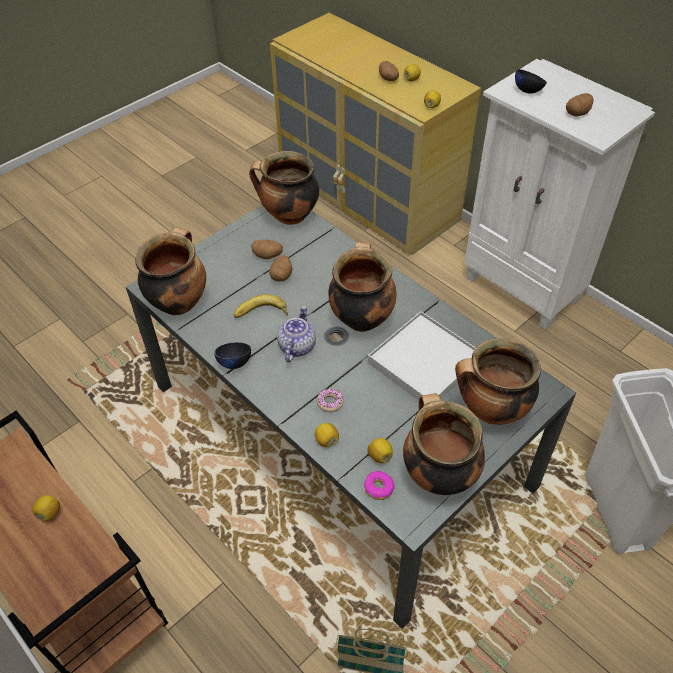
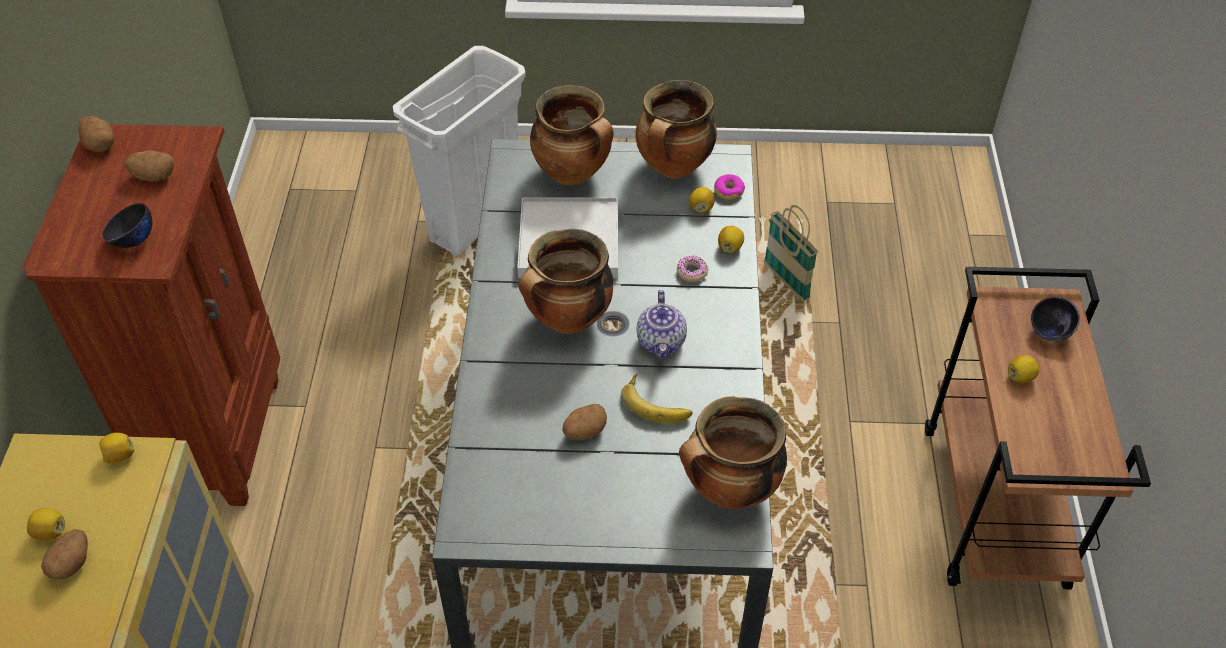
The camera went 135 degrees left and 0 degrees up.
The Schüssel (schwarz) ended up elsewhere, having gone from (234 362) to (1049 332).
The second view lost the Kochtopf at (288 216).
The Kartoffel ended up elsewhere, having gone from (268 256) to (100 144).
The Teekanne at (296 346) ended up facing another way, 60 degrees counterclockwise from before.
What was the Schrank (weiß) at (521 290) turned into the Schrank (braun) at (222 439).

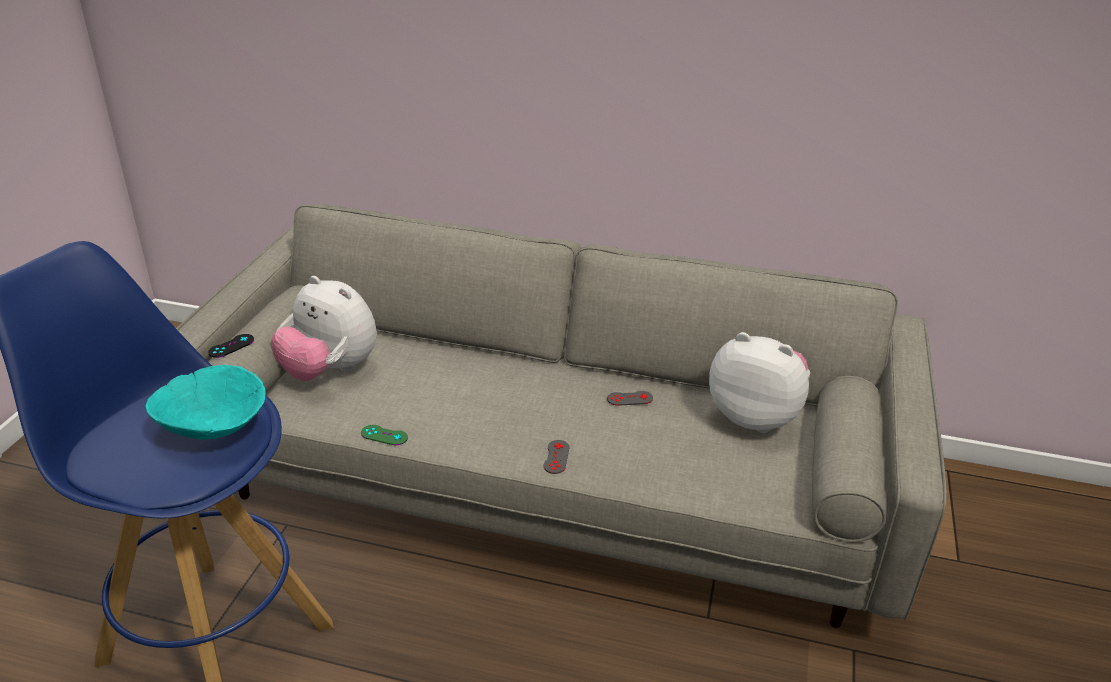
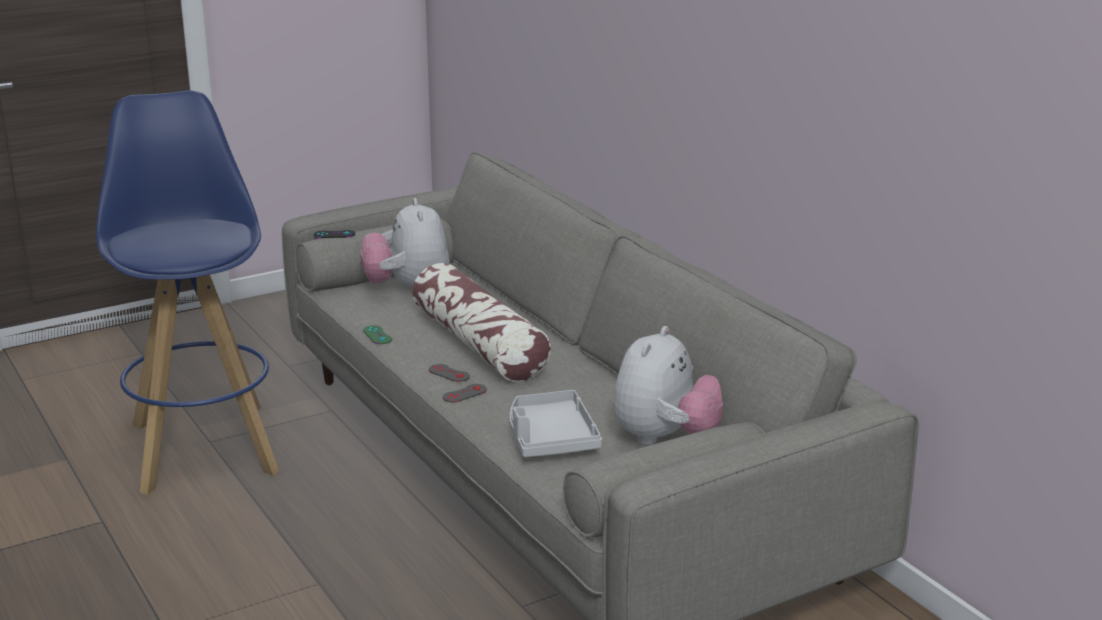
The camera went 45 degrees right and 10 degrees down.
The second view lost the Schüssel (türkis) at (212 427).
The Gamepad (grau) ended up elsewhere, having gone from (630 398) to (449 373).
The Plüschtier at (755 416) ended up facing another way, 45 degrees clockwise from before.
The second view gained the Kissen at (479 344).
The second view gained the Tablett (grau) at (550 438).

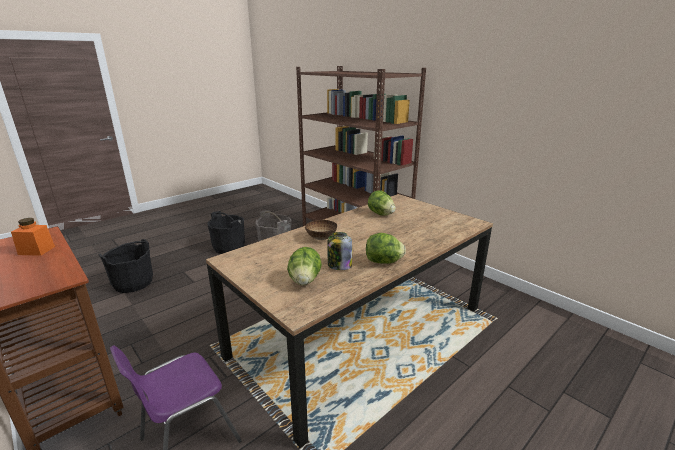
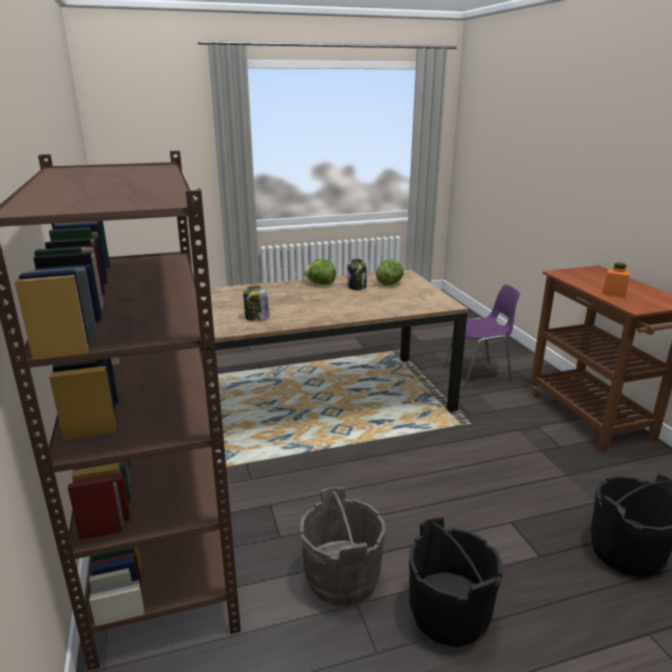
The camera went 155 degrees left and 0 degrees up.
The second view lost the Schüssel at (321 238).
Where the Salatkopf stood at (380 214), the Vorratsglas came to stand at (256 318).

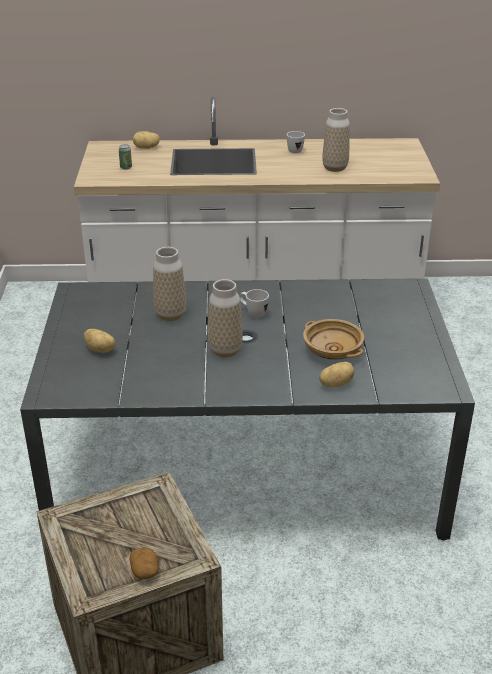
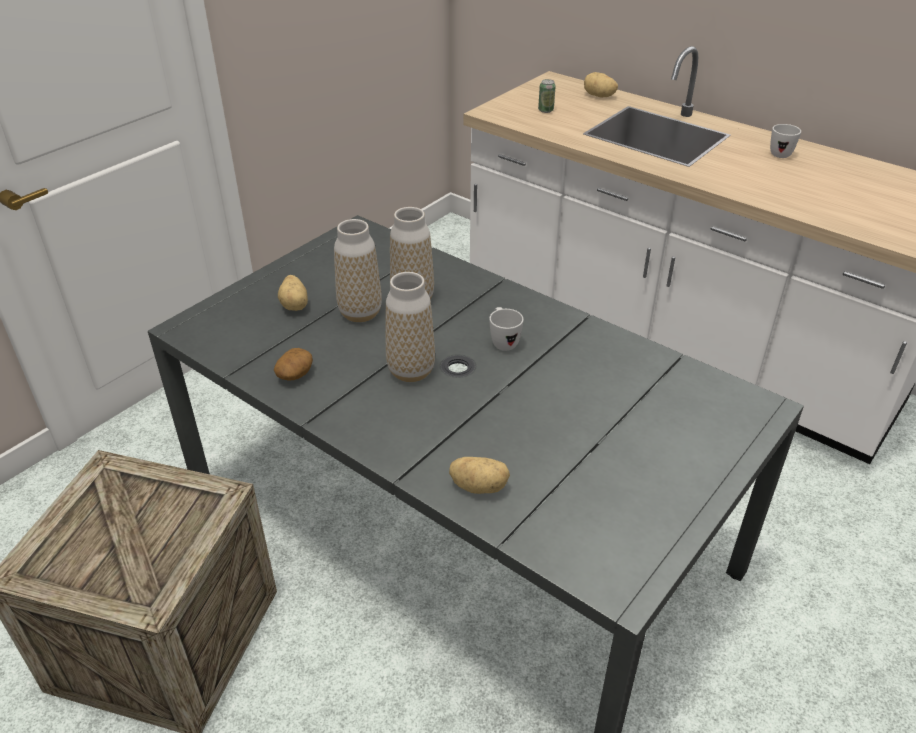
The camera went 40 degrees right and 5 degrees up.
The Kartoffel ended up elsewhere, having gone from (145 570) to (295 374).
The second view lost the Schüssel (beige) at (332 351).
The Vase ended up elsewhere, having gone from (335 168) to (360 313).

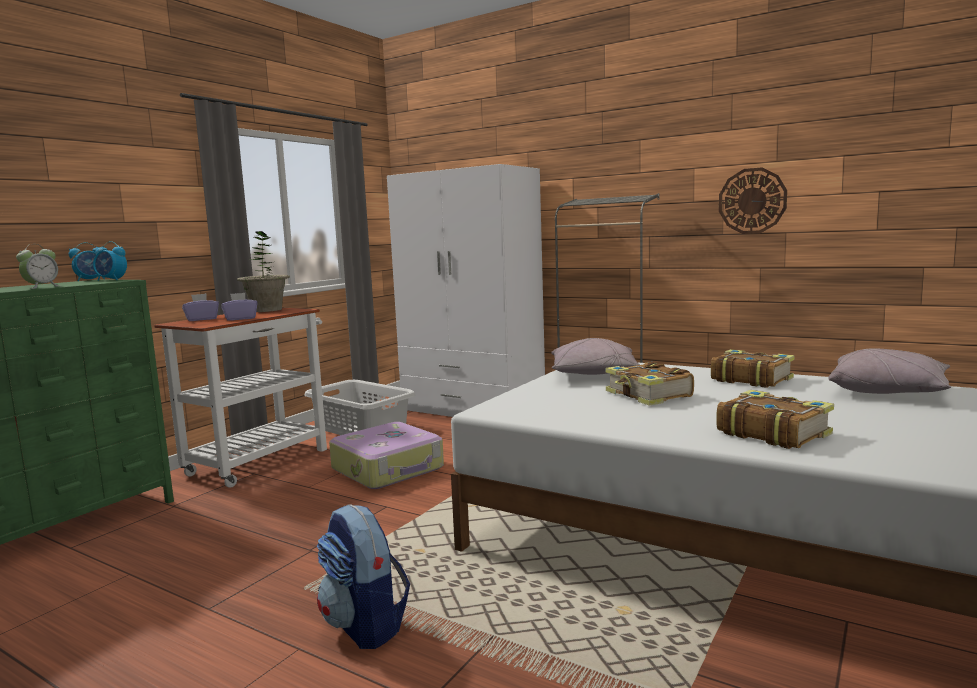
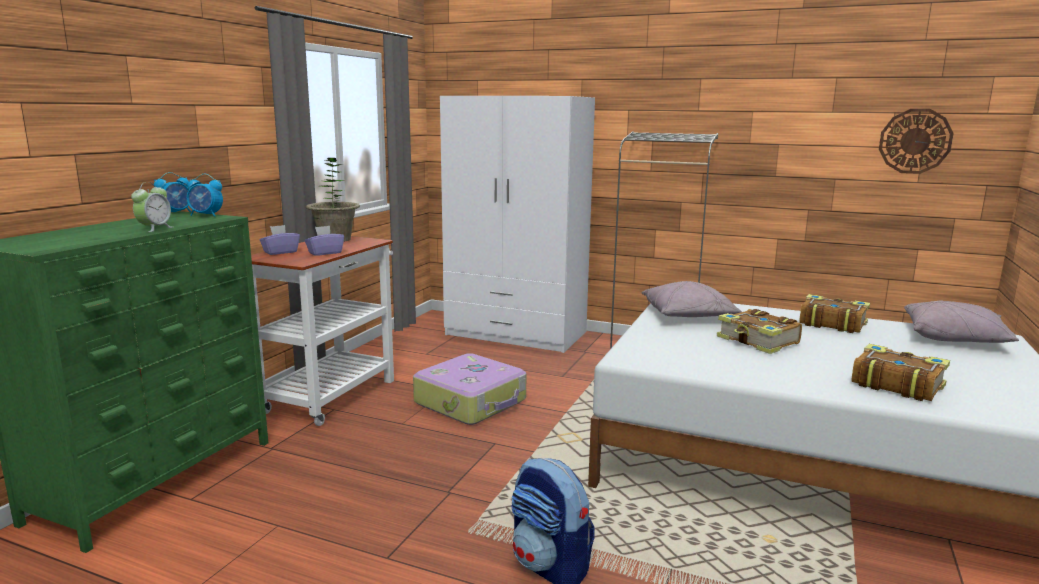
The camera went 10 degrees left and 5 degrees up.
The second view lost the Wäschekorb (grau) at (362 429).
The Wanduhr ended up elsewhere, having gone from (752 201) to (915 141).

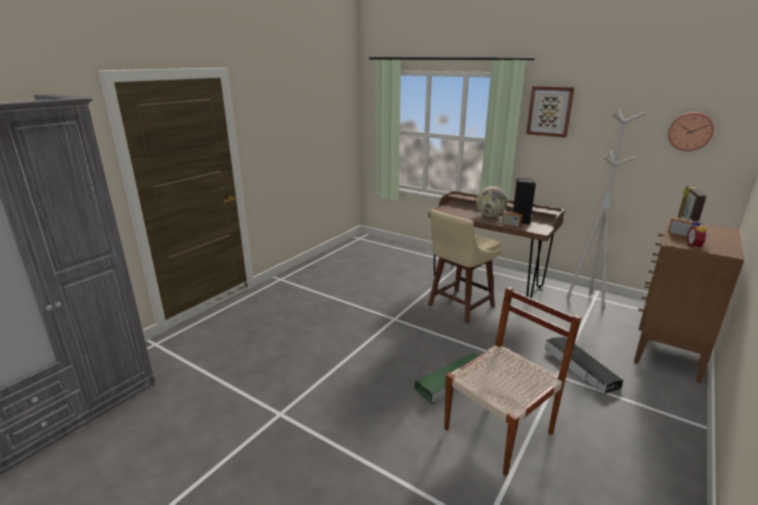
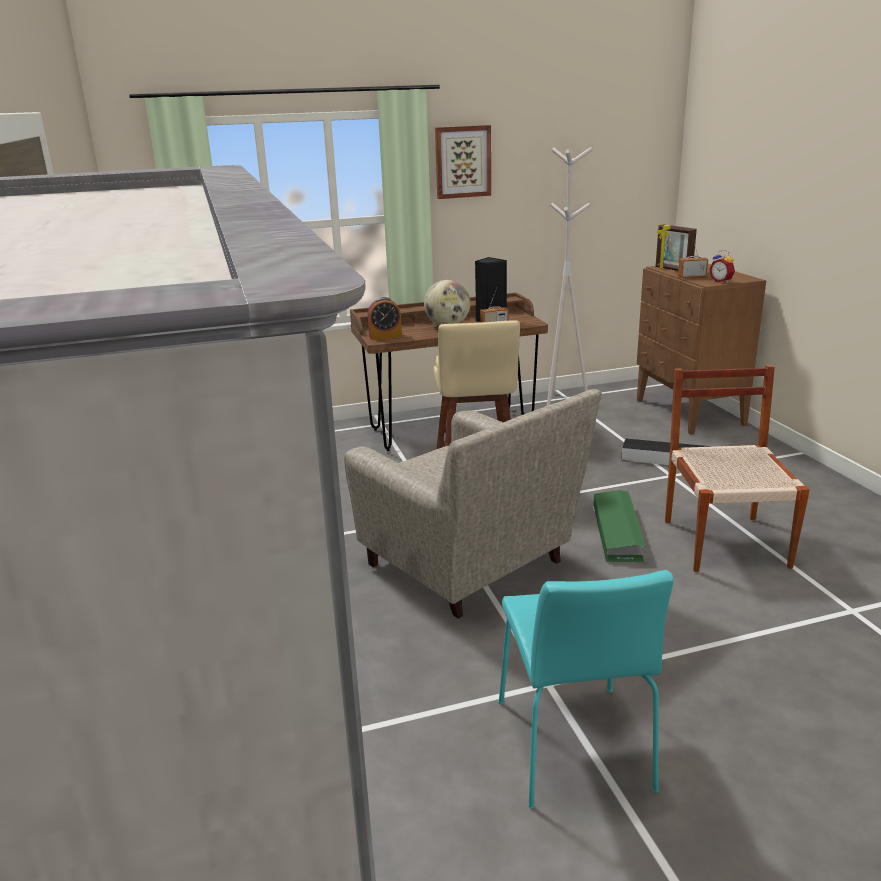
The camera went 50 degrees left and 0 degrees up.
The second view lost the Wanduhr at (690 131).
The second view gained the Sessel (beige) at (469 568).
The second view gained the Wecker at (385 336).
The second view gained the Stuhl (türkis) at (575 749).

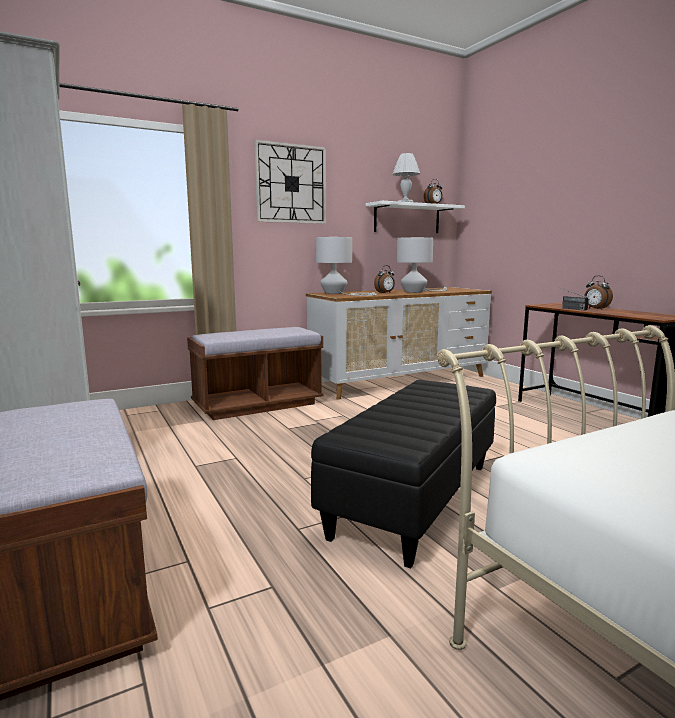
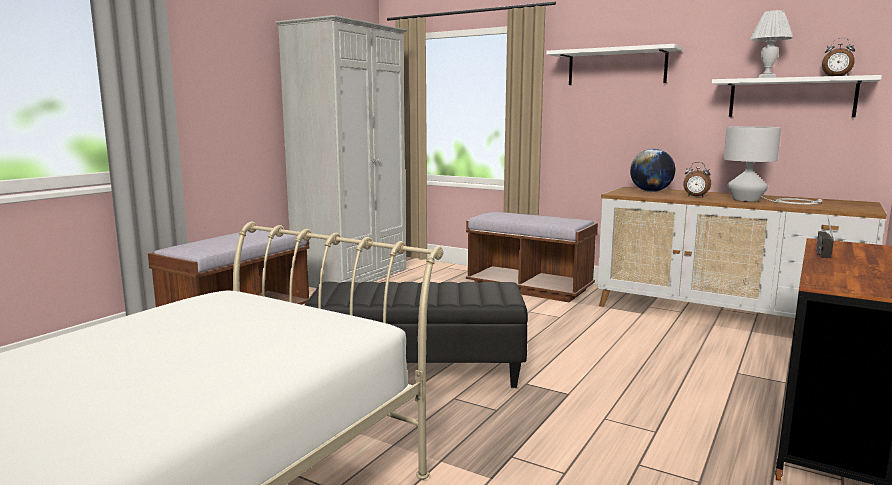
The camera went 60 degrees right and 0 degrees up.
Where the Wanduhr hung at (291 184), the Wandregal (weiß) came to hang at (616 67).
Where the Tischlampe (grau) stood at (345 293), the Globus came to stand at (651 191).
The second view lost the Wecker at (595 309).

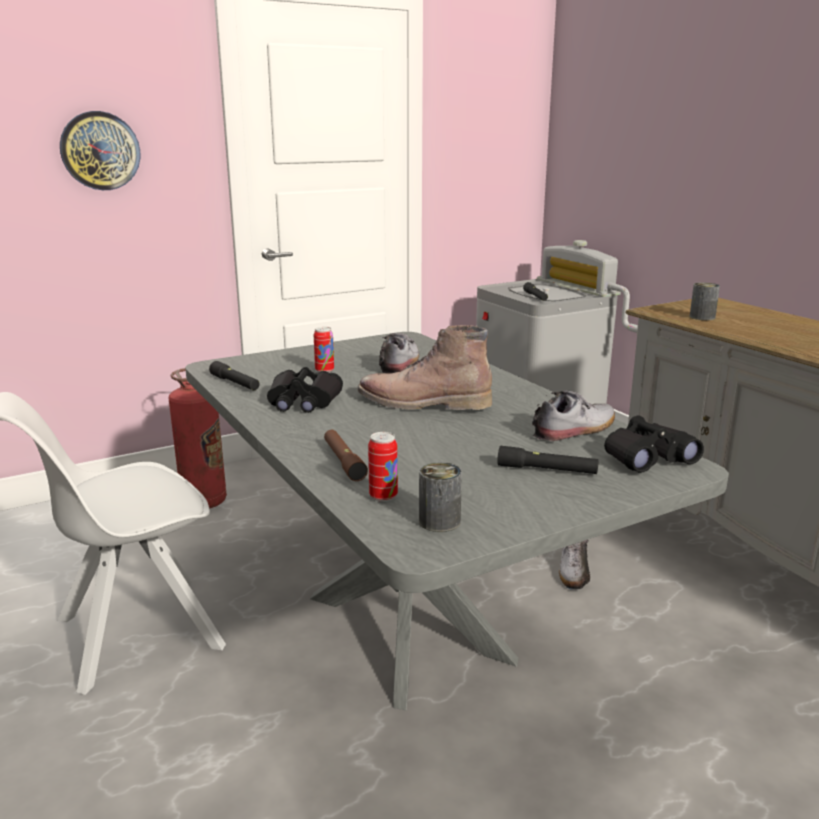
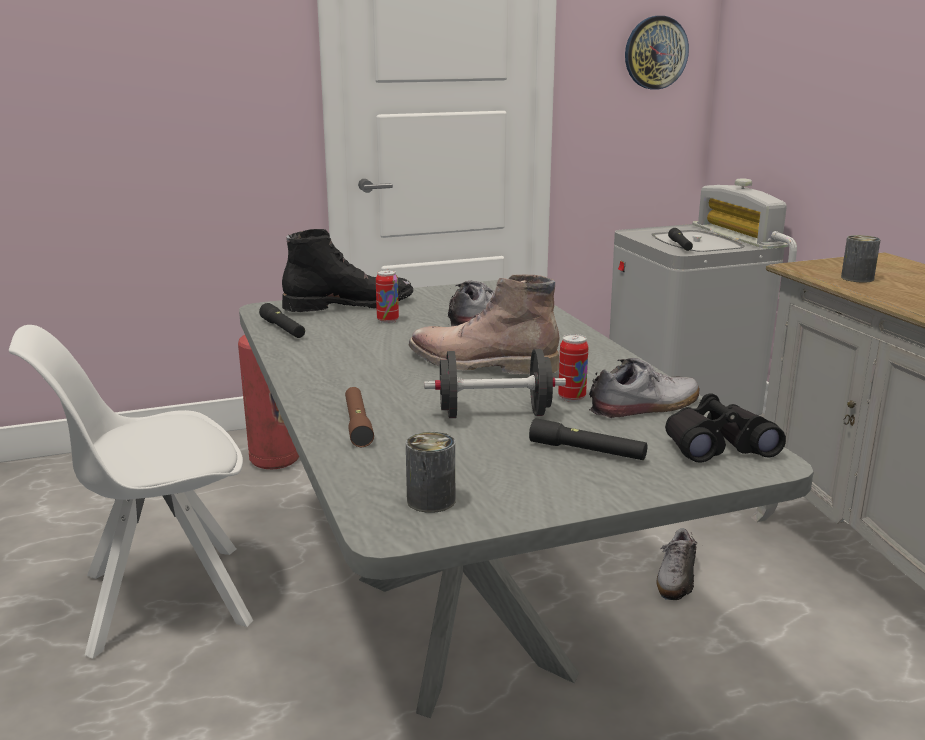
The camera went 10 degrees right and 0 degrees up.
The Wanduhr ended up elsewhere, having gone from (100 151) to (655 52).
The second view lost the Fernglas (schwarz) at (303 402).
The Dose ended up elsewhere, having gone from (383 496) to (571 397).
The second view gained the Stiefel (schwarz) at (349 304).
The second view gained the Hantel (schwarz) at (494 414).

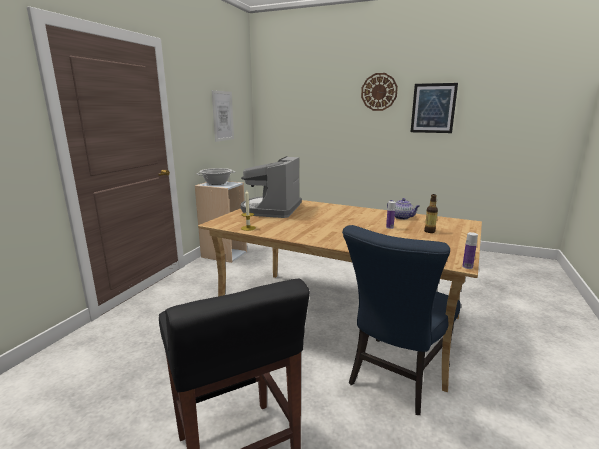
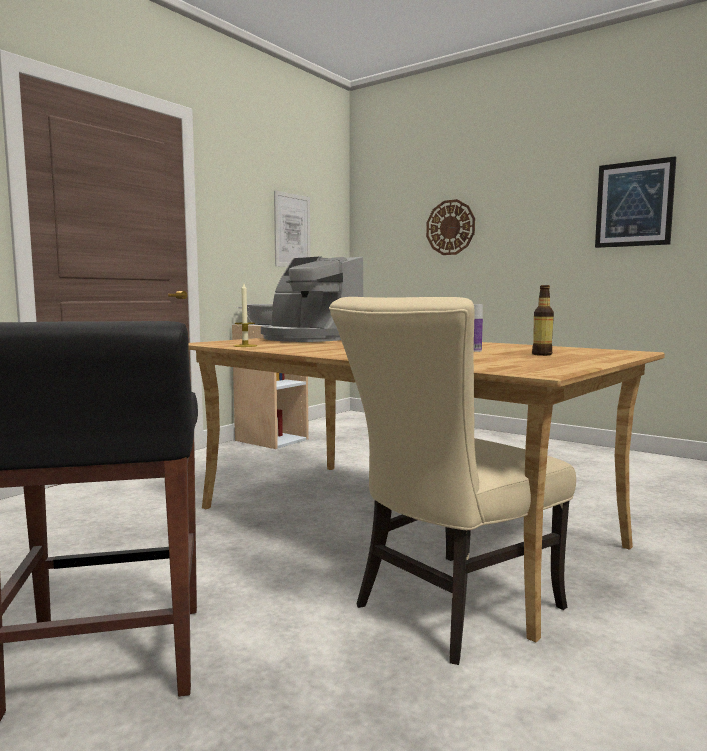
The camera went 15 degrees right and 10 degrees down.
The Kaffeemaschine at (271 210) ended up facing another way, 75 degrees counterclockwise from before.
What was the Stuhl (blau) at (395 377) turned into the Stuhl (beige) at (447 608).
The Wanduhr ended up elsewhere, having gone from (379 92) to (450 227).
The second view lost the Teekanne at (402 217).
The second view lost the Flasche at (467 267).

